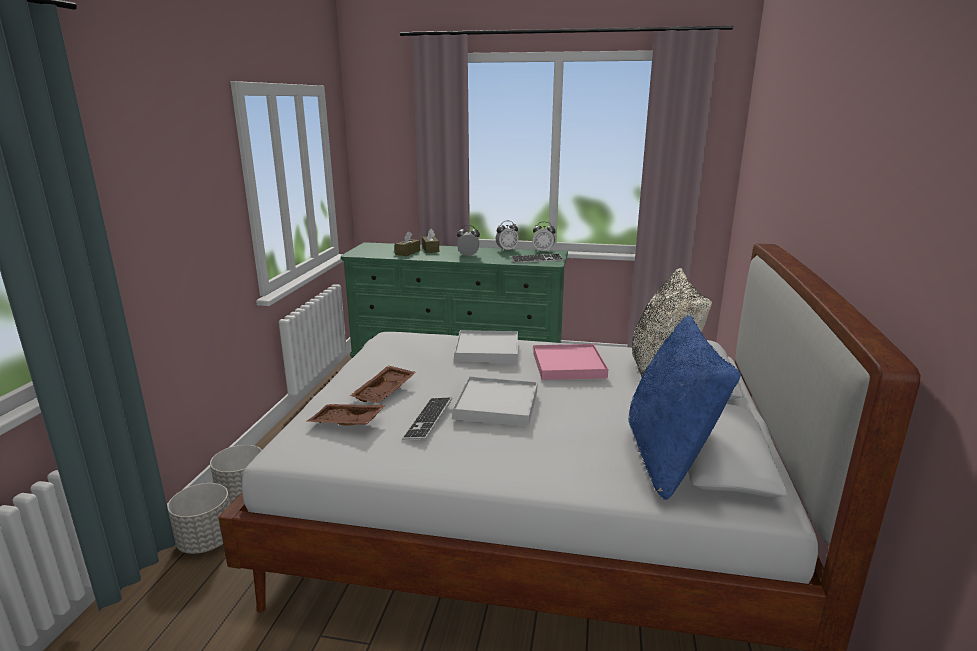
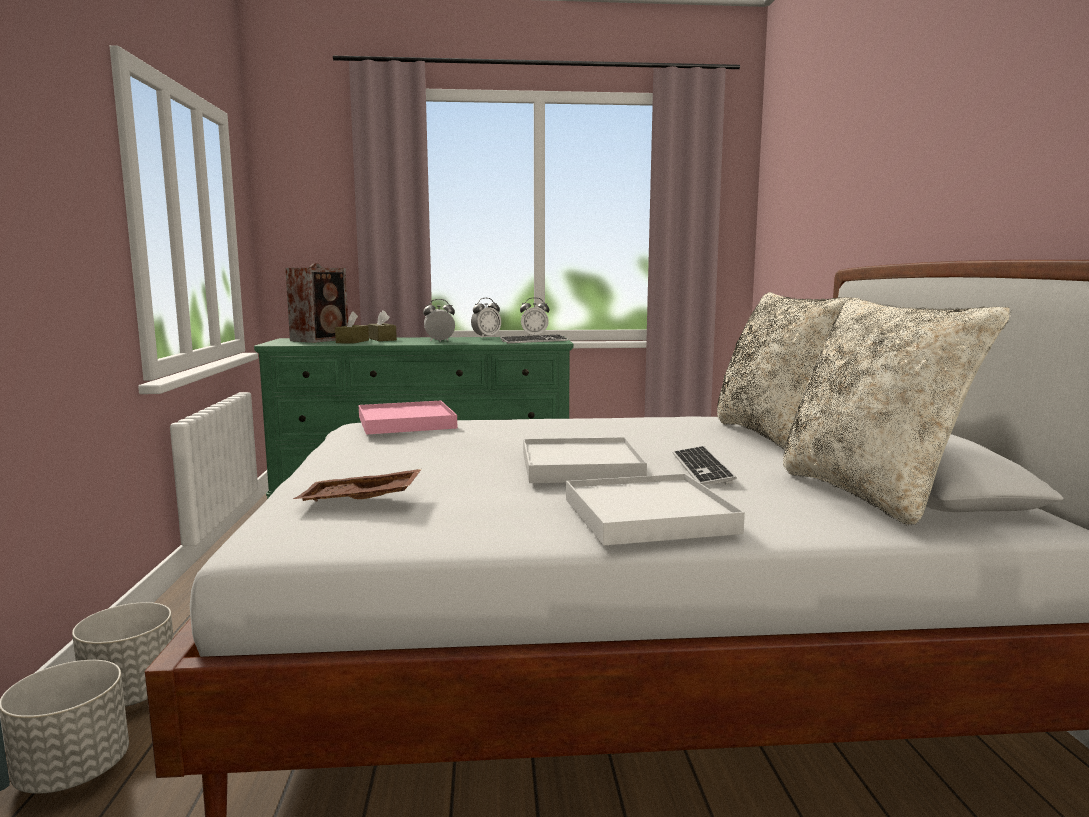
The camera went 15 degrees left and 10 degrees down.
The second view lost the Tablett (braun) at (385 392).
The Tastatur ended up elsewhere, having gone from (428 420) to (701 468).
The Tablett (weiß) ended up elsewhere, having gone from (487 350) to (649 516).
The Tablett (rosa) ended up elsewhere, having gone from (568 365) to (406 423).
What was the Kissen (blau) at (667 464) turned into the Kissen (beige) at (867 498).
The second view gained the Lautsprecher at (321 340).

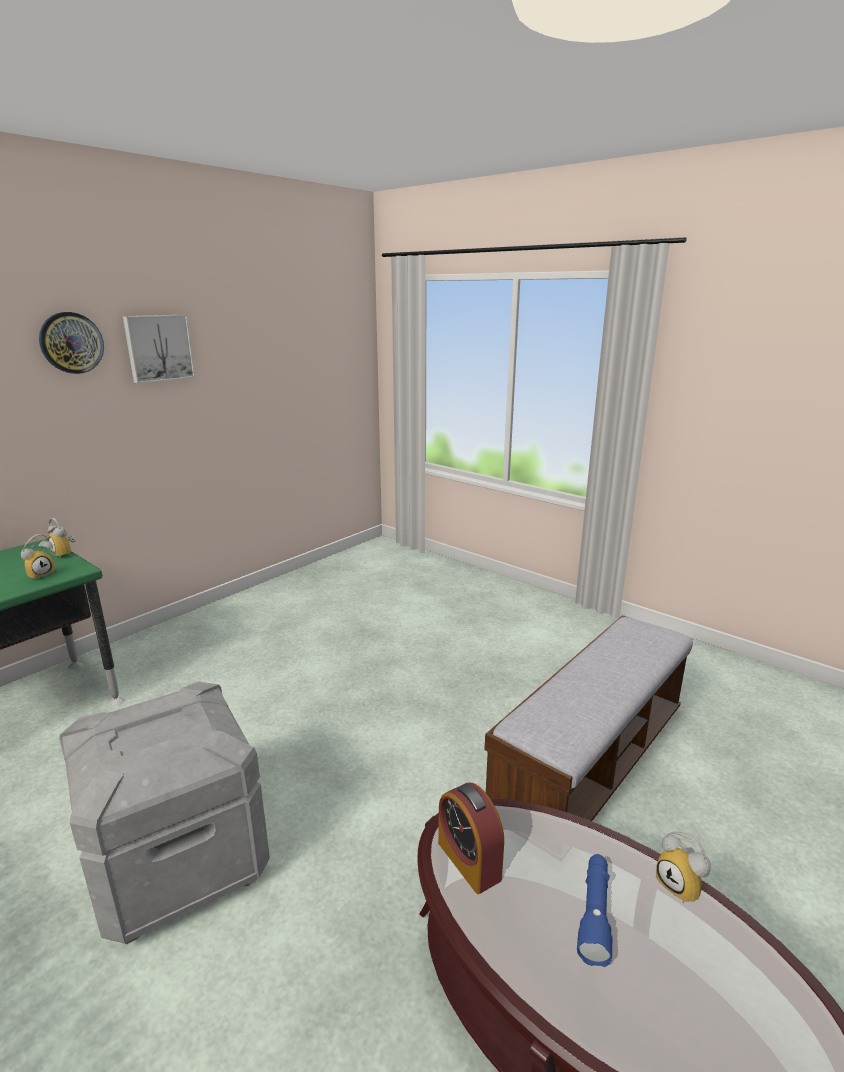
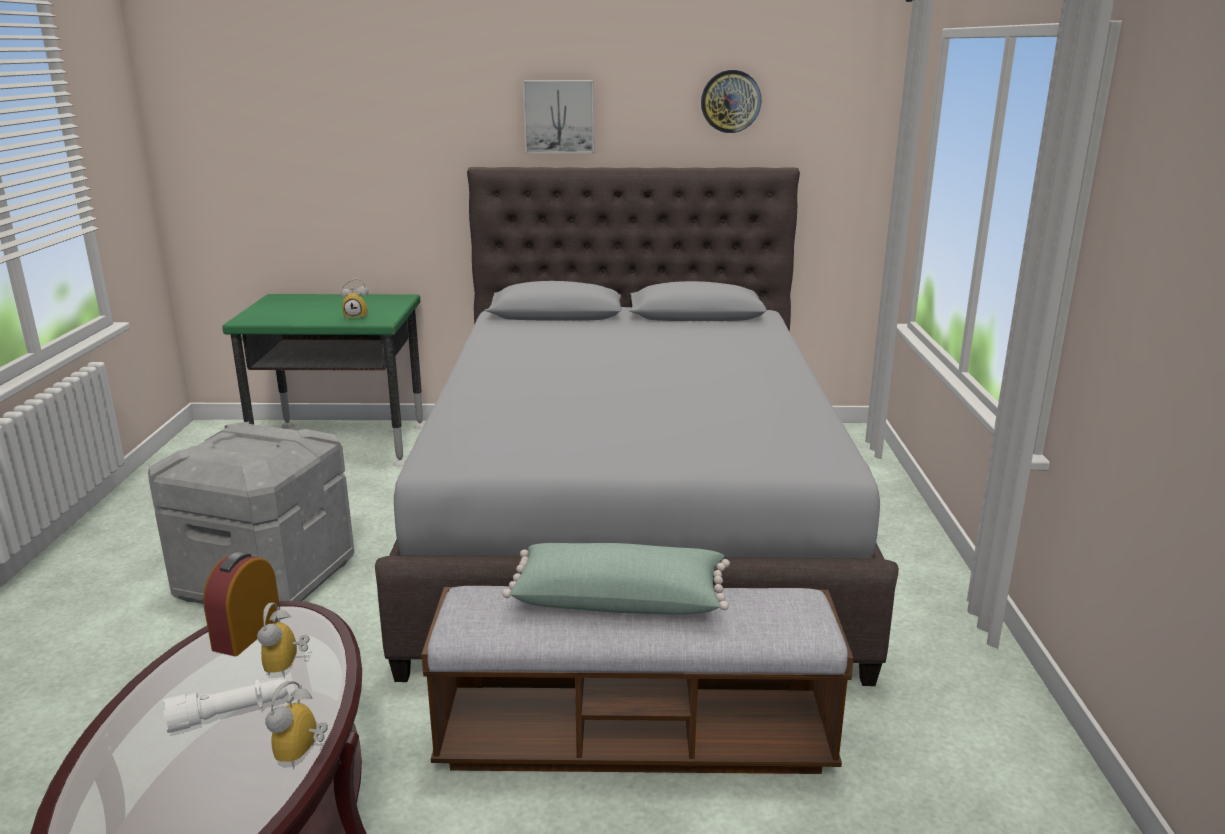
The camera went 50 degrees right and 0 degrees up.
The Wanduhr ended up elsewhere, having gone from (71 343) to (730 101).
The Wecker ended up elsewhere, having gone from (66 554) to (287 667).
What was the Taschenlampe (blau) at (594 914) turned into the Taschenlampe (weiß) at (229 714).
The second view gained the Bett (grau) at (632 521).
The second view gained the Kissen (grün) at (619 599).

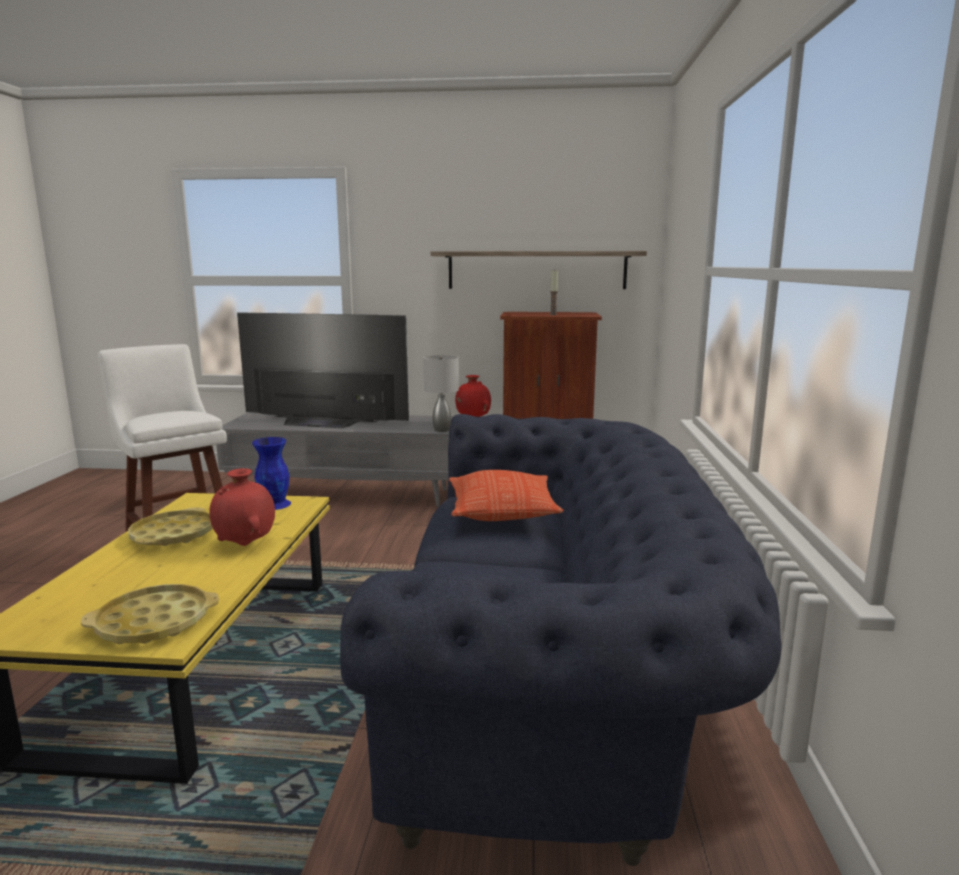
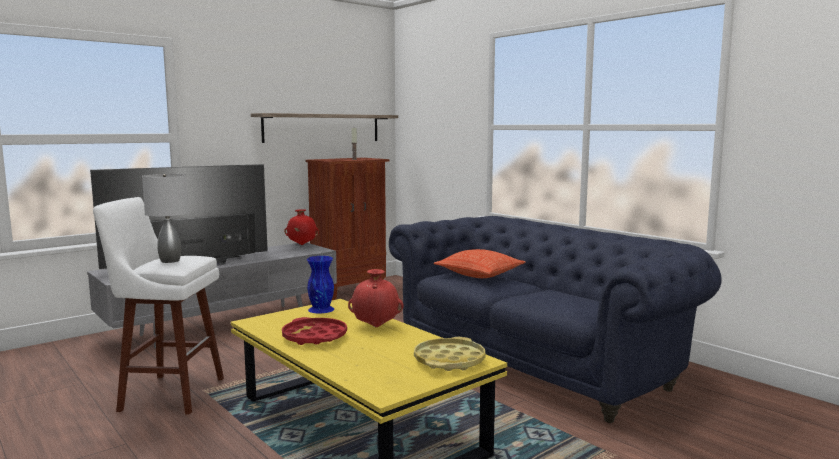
The camera went 45 degrees left and 5 degrees down.
What was the Tablett (gelb) at (173 535) turned into the Tablett (rot) at (314 337).
The Tischlampe (grau) ended up elsewhere, having gone from (441 430) to (169 261).

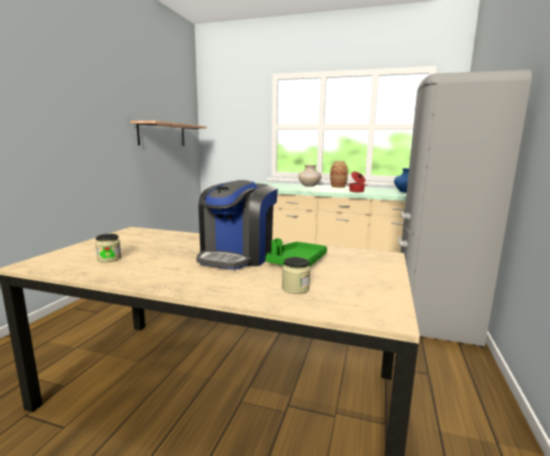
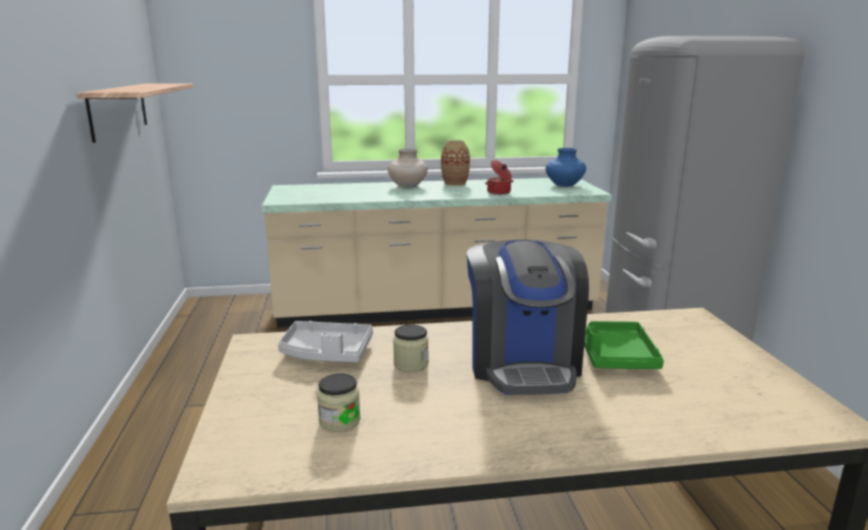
The camera went 25 degrees left and 5 degrees up.
The Vorratsglas ended up elsewhere, having gone from (295 288) to (411 364).
The second view gained the Tablett (grau) at (326 353).

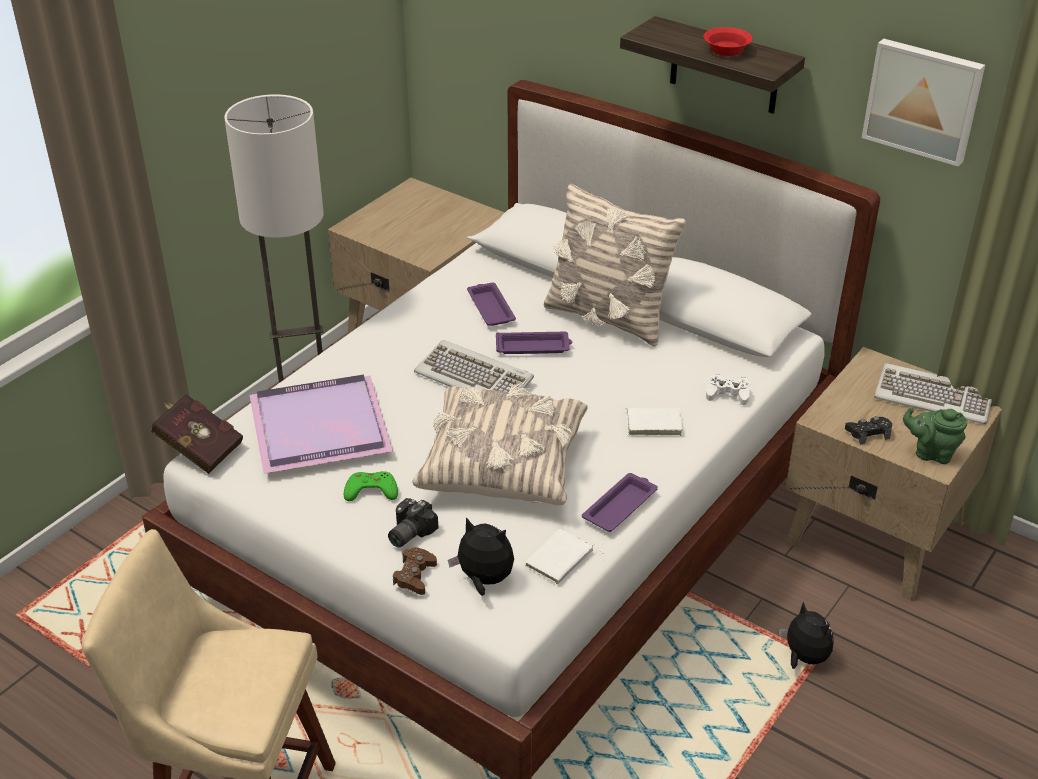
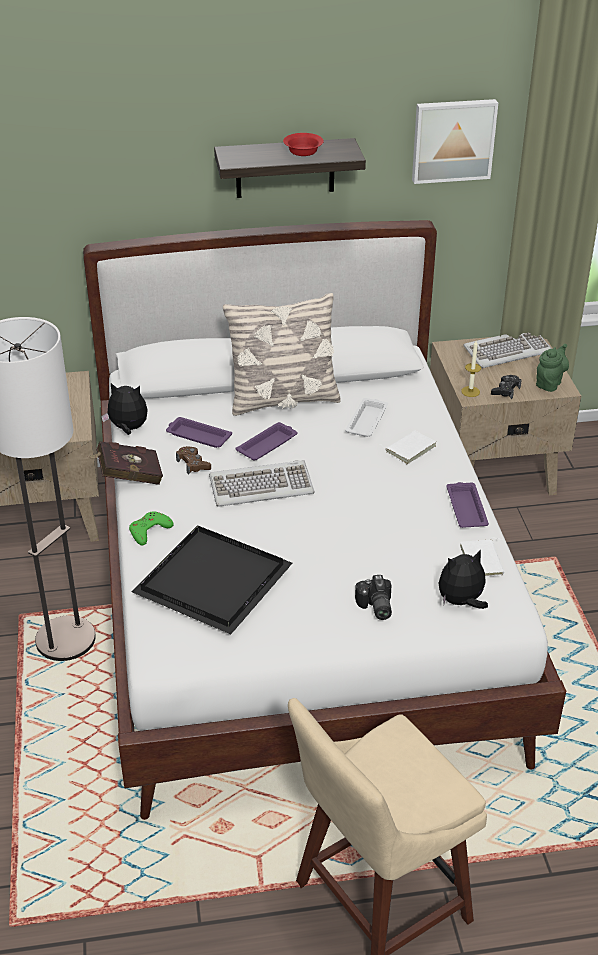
The camera went 45 degrees left and 0 degrees up.
The Buch (rot) ended up elsewhere, having gone from (198 447) to (127 476).
What was the Tablett (lila) at (317 429) turned into the Tablett (schwarz) at (213 583).
The Gamepad (grün) ended up elsewhere, having gone from (371 491) to (149 531).
The Gamepad (braun) ended up elsewhere, having gone from (415 576) to (193 464).
The second view lost the Kissen (beige) at (503 468).
The second view lost the Gamepad (weiß) at (727 394).
The Plüschtier ended up elsewhere, having gone from (804 657) to (128 429).
The Teekanne (grün) at (931 453) ended up facing another way, 150 degrees clockwise from before.
The second view gained the Tablett (weiß) at (367 420).
The second view gained the Kerze at (470 391).

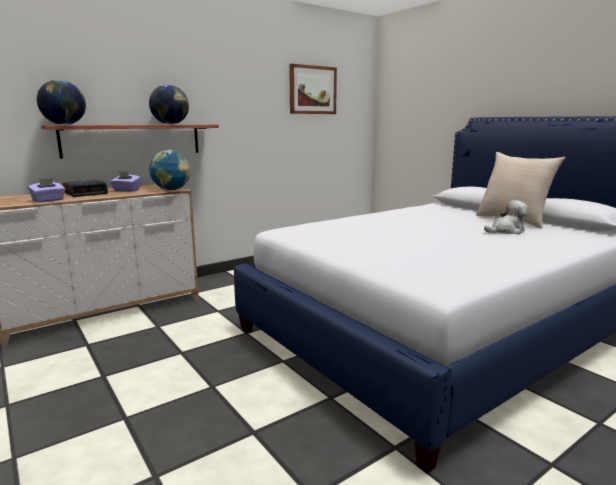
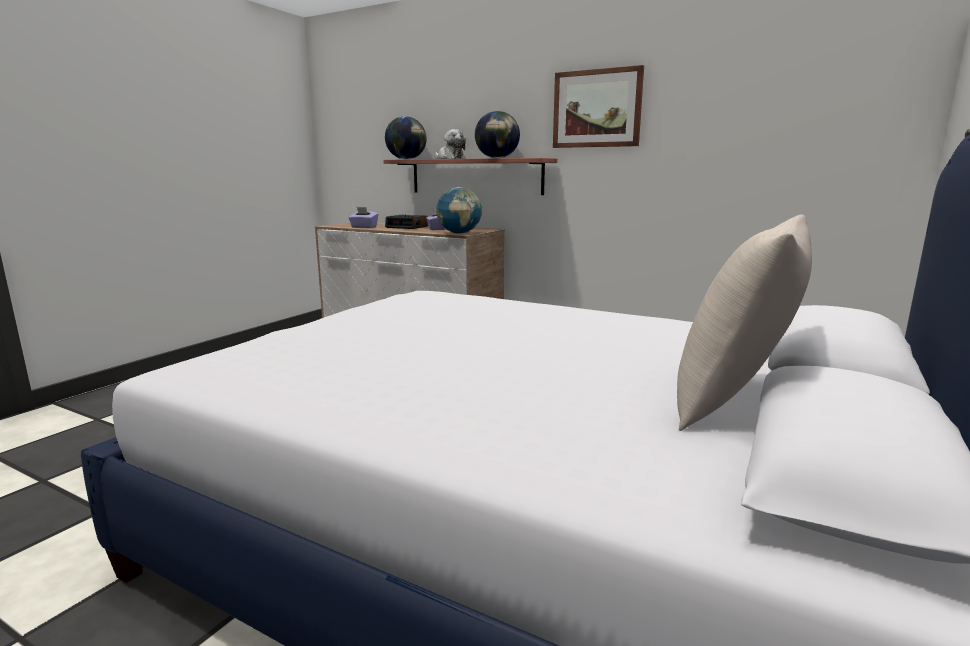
The camera went 65 degrees right and 0 degrees up.
The Bild ended up elsewhere, having gone from (312 90) to (597 109).
The Plüschtier ended up elsewhere, having gone from (506 231) to (450 159).

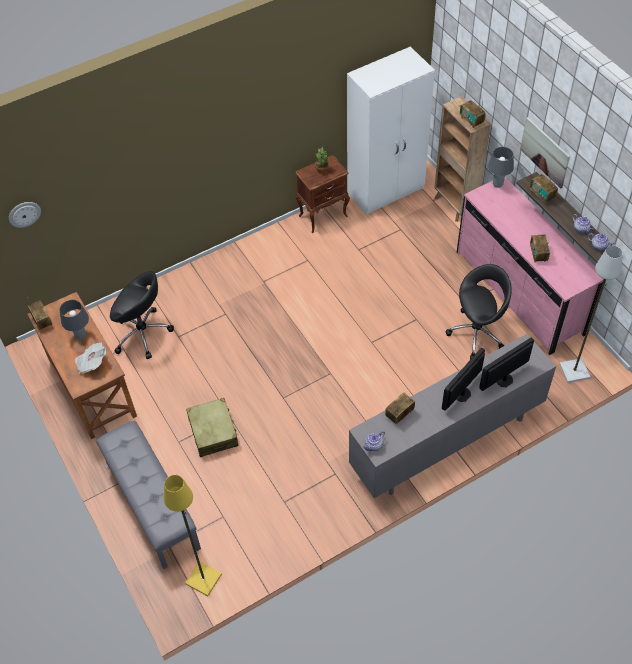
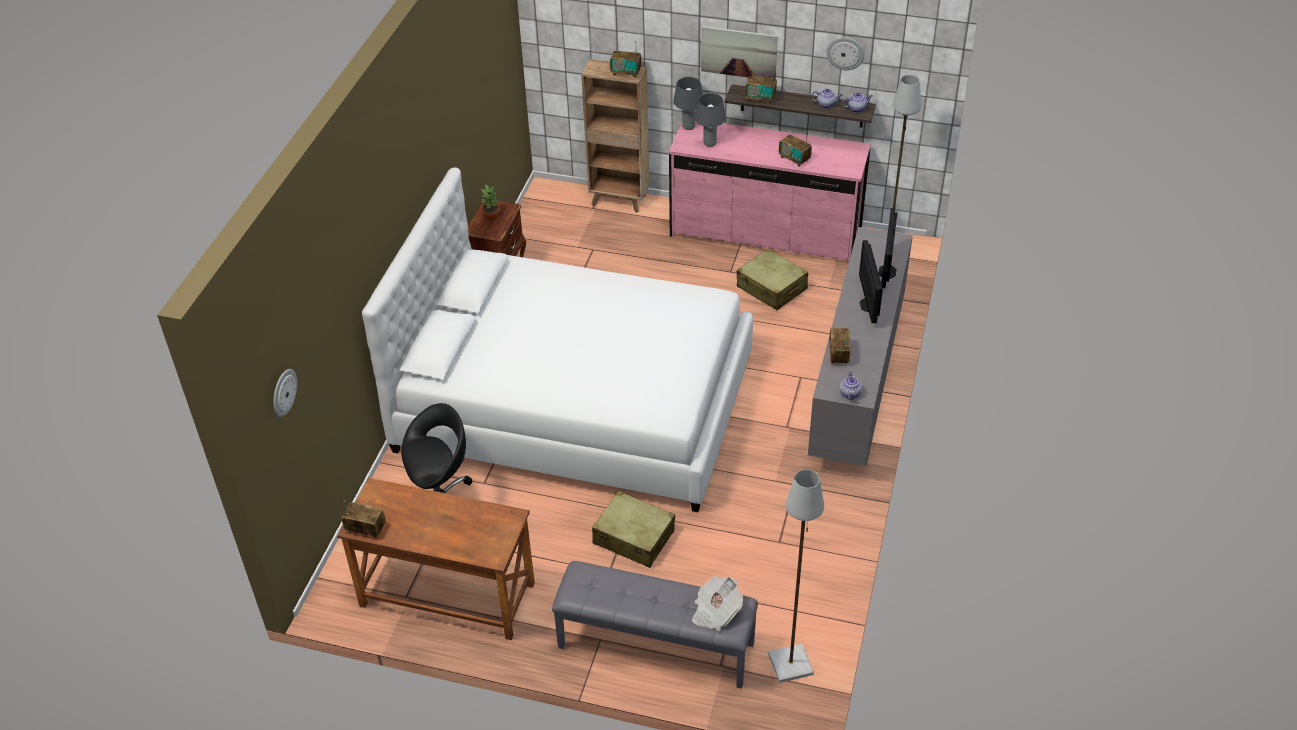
The camera went 45 degrees left and 10 degrees down.
The Tischlampe (grau) ended up elsewhere, having gone from (80 336) to (710 144).
The Zeitung ended up elsewhere, having gone from (91 363) to (715 612).
What was the Stehlampe (gelb) at (204 579) turned into the Stehlampe (grau) at (791 663).
The second view lost the Kleiderschrank (weiß) at (386 191).
Where the Bürostuhl (schwarz) stood at (477 333), the Koffer (beige) came to stand at (771 288).
The second view gained the Bett (weiß) at (574 403).
The second view gained the Wanduhr at (845 53).

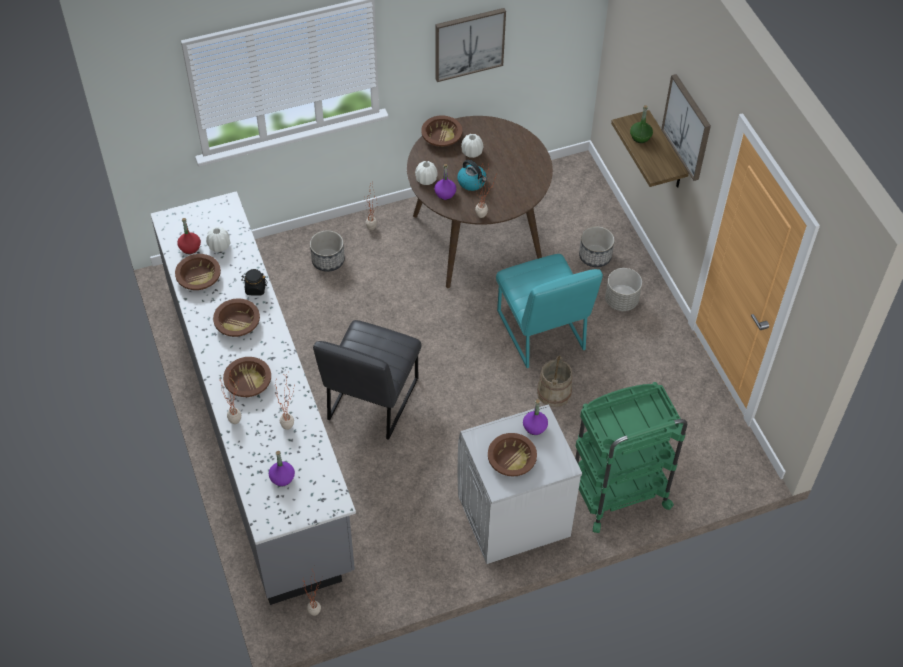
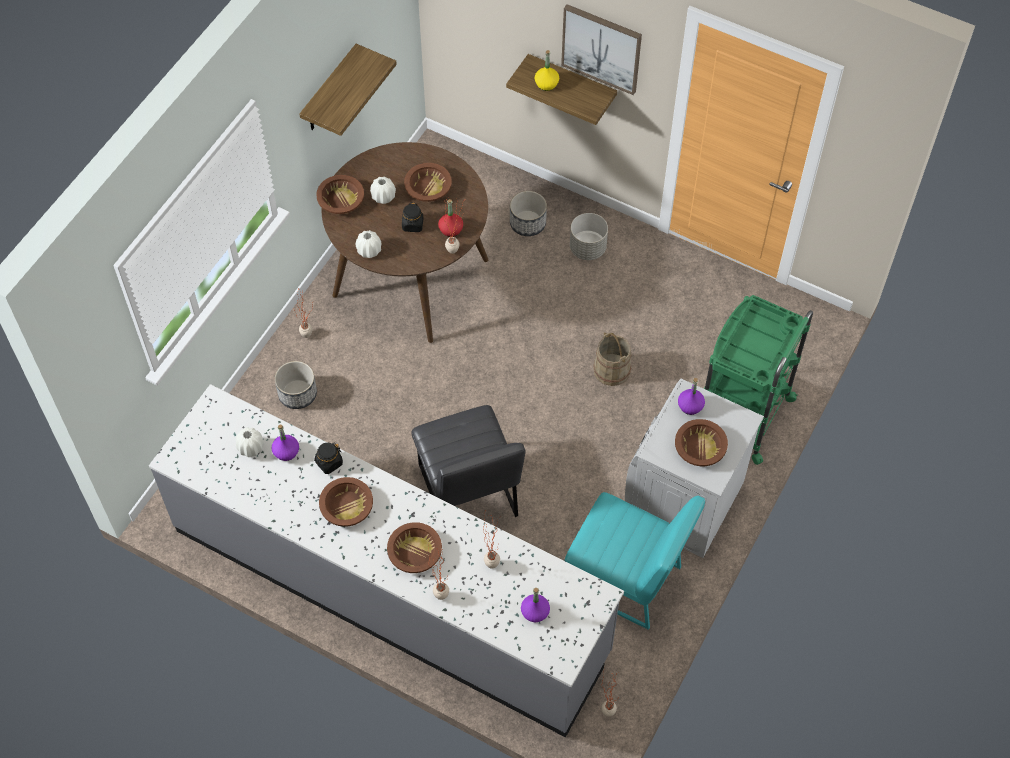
The camera went 40 degrees left and 5 degrees up.
The Schüssel (braun) ended up elsewhere, having gone from (199 277) to (428 188).
The Flasche (rot) ended up elsewhere, having gone from (190 247) to (450 229).
The Flasche (lila) ended up elsewhere, having gone from (445 194) to (286 452).
Where the Bild hung at (469 43), the Wandregal came to hang at (329 91).
Where the Wasserkessel stood at (472 182), the Vorratsglas (schwarz) came to stand at (413 225).
The Stuhl (türkis) ended up elsewhere, having gone from (541 332) to (626 580).
What was the Flasche (grün) at (640 137) turned into the Flasche (gelb) at (546 84).

